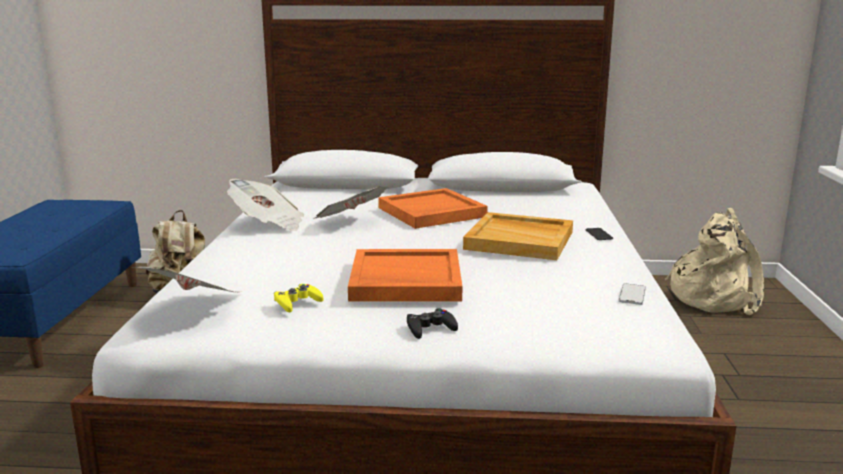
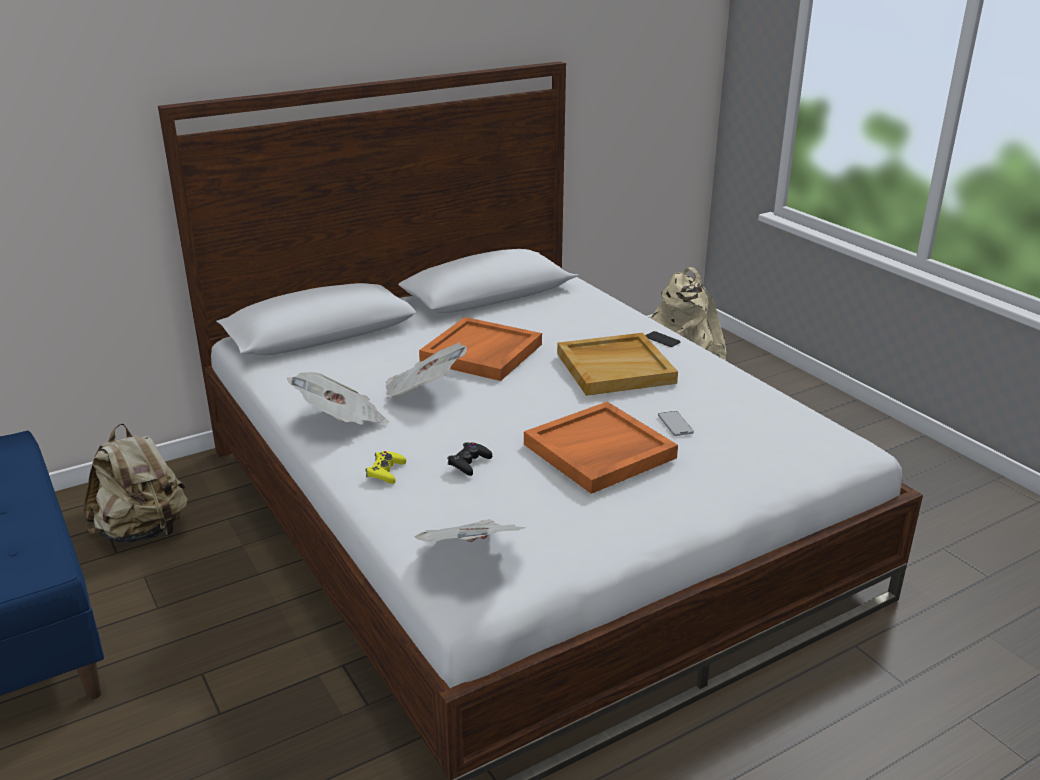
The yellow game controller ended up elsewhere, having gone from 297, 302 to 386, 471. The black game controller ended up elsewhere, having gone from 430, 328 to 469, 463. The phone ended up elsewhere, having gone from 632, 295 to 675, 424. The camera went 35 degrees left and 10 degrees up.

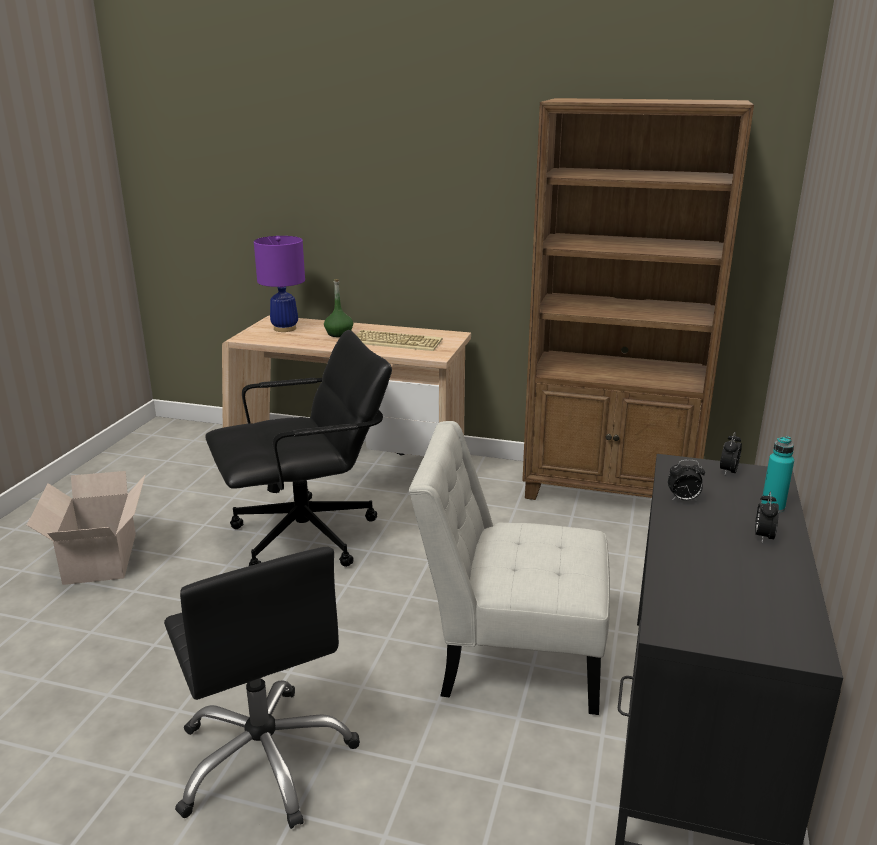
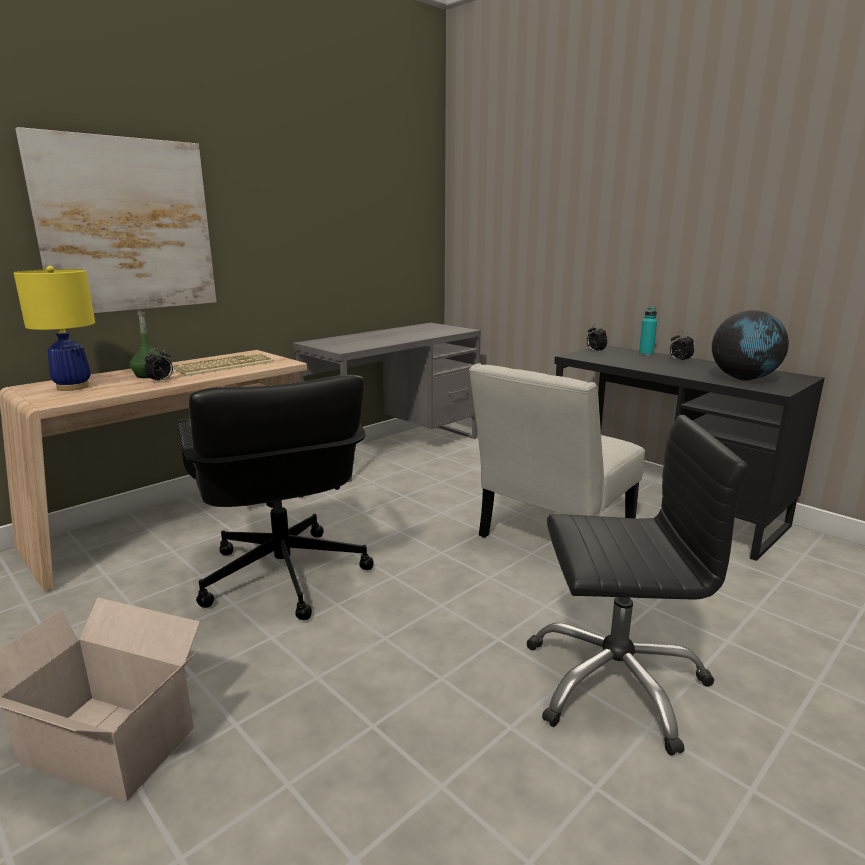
The black office chair at 307, 536 ended up facing another way, 150 degrees clockwise from before. What was the purple table lamp at 284, 328 turned into the yellow table lamp at 72, 387. Where the brown bookcase stood at 611, 492, the grey desk came to stand at 395, 449. The alarm clock ended up elsewhere, having gone from 683, 500 to 161, 381. The second view gained the picture at 127, 226. The second view gained the globe at 744, 378. The camera went 60 degrees left and 5 degrees down.

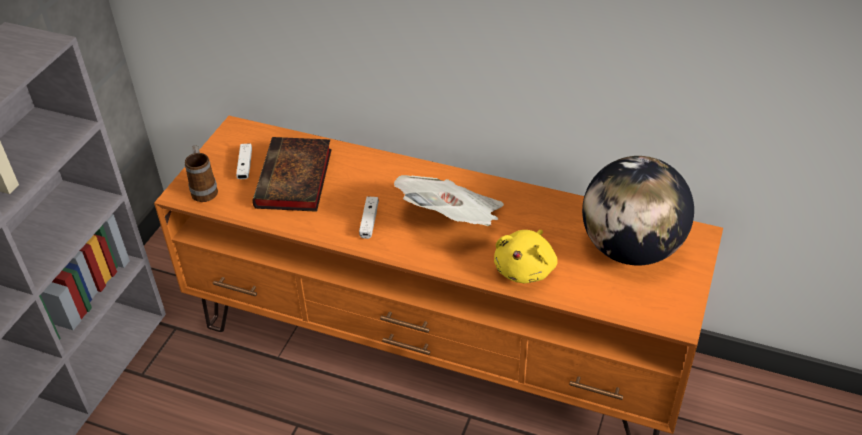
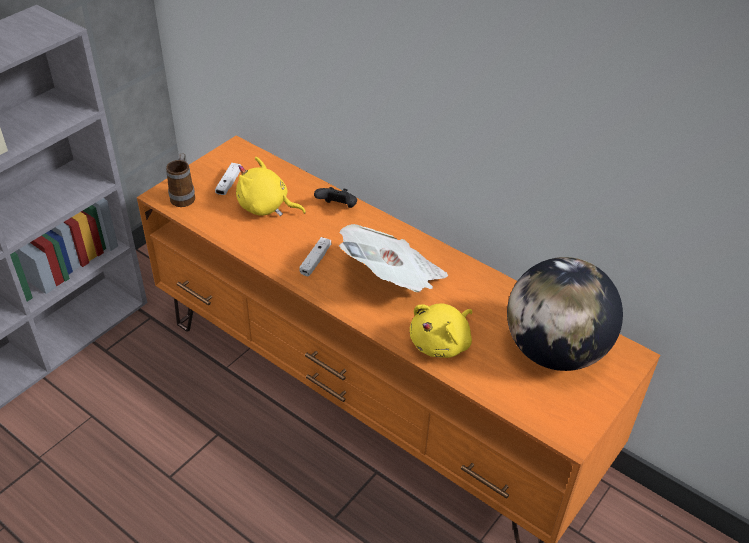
Where the book stood at 294, 181, the yellow plush toy came to stand at 266, 207. The second view gained the black game controller at 337, 208. The camera went 15 degrees right and 0 degrees up.

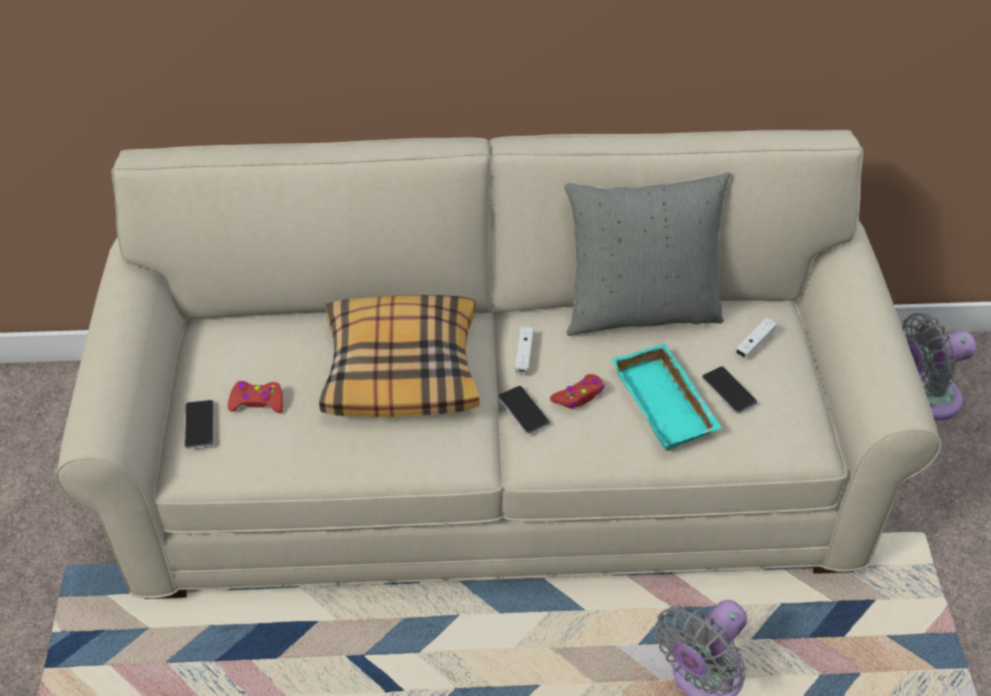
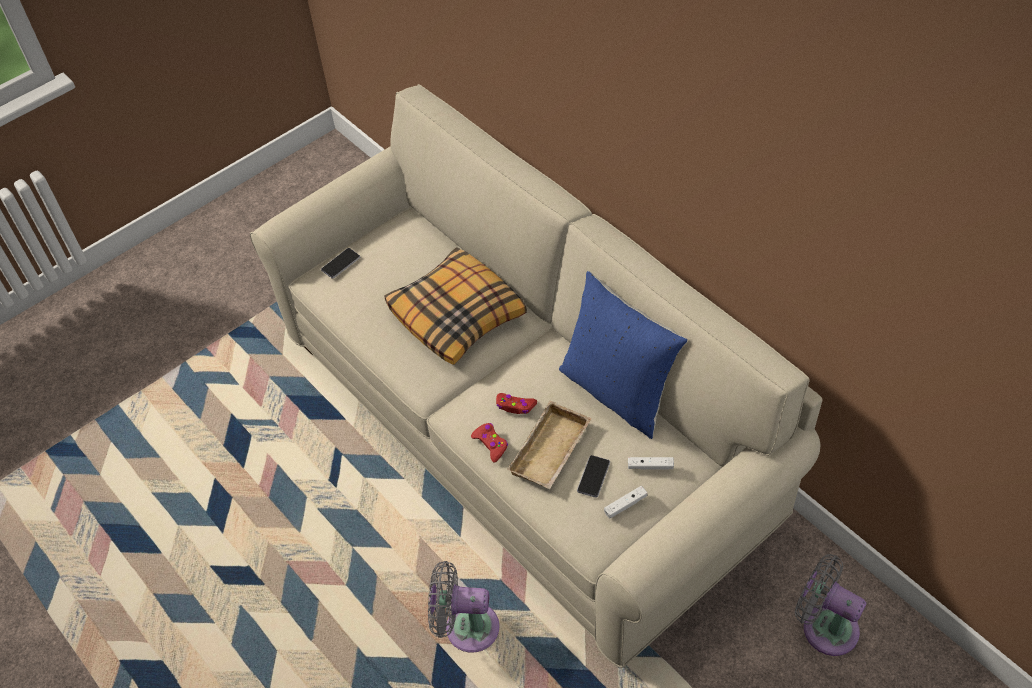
The red game controller ended up elsewhere, having gone from 257, 402 to 491, 444. The second view lost the phone at 523, 410. The white game controller ended up elsewhere, having gone from 524, 355 to 625, 505. What was the grey pillow at 640, 310 turned into the blue pillow at 618, 391. What was the turquoise tray at 667, 403 turned into the beige tray at 551, 452. The camera went 55 degrees right and 5 degrees up.

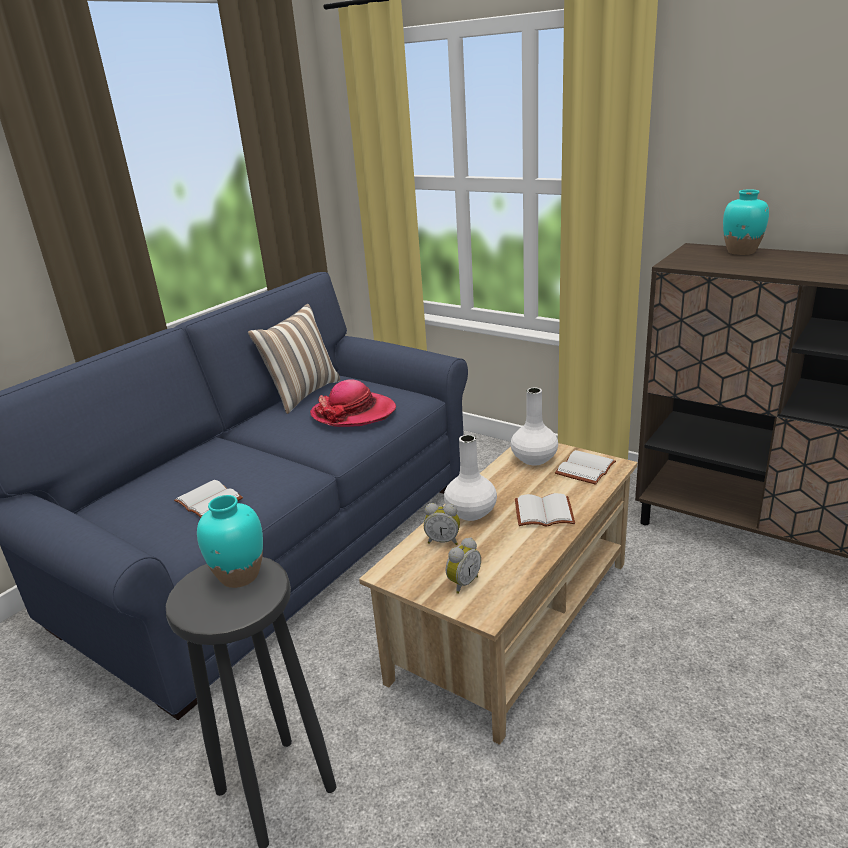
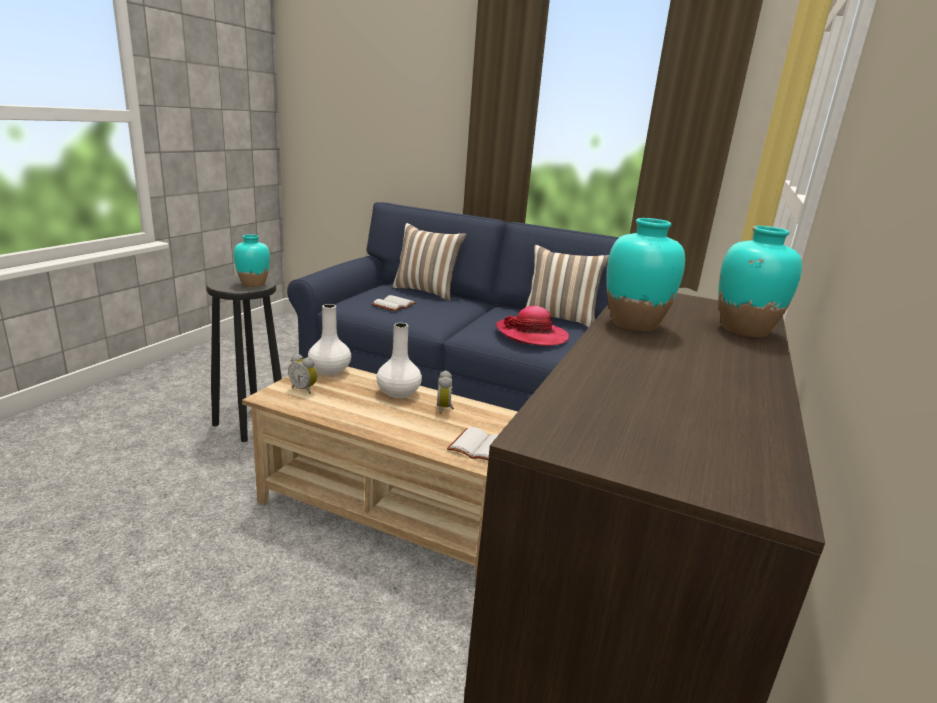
The alarm clock ended up elsewhere, having gone from 443, 540 to 445, 408. The white vase ended up elsewhere, having gone from 535, 459 to 329, 371. The second view lost the white book at 543, 514. The second view gained the pillow at 426, 291. The second view gained the turquoise vase at 634, 324. The camera went 75 degrees right and 5 degrees down.

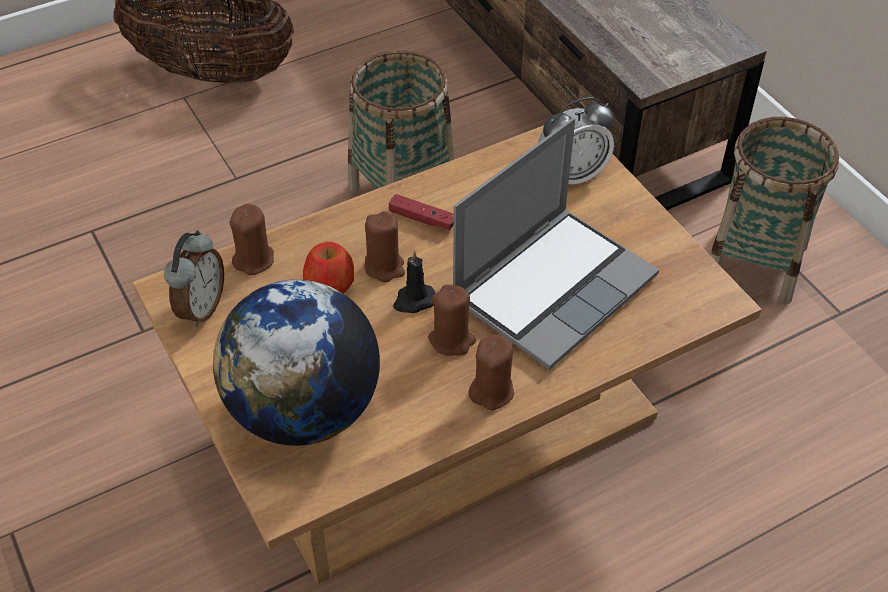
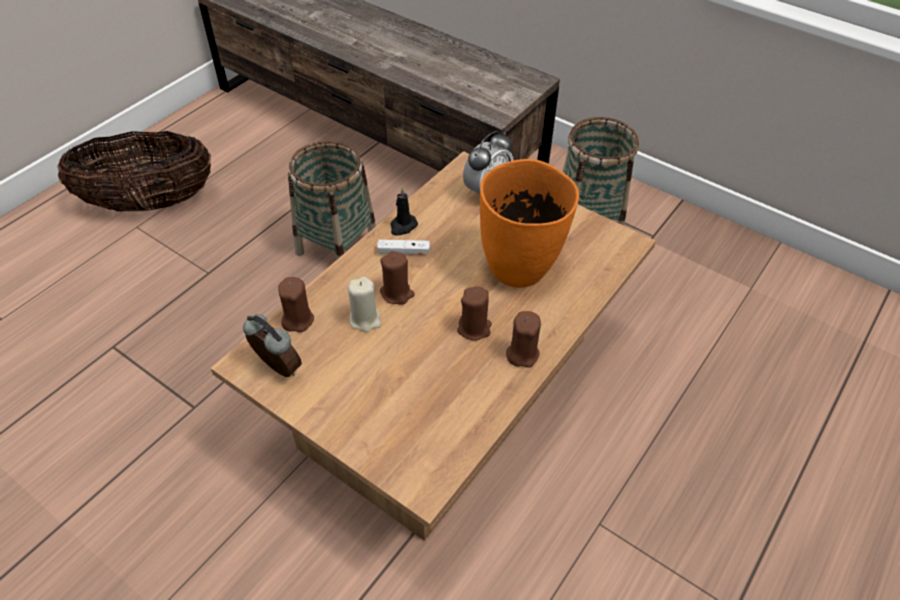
The alarm clock at 200, 308 ended up facing another way, 45 degrees counterclockwise from before. The second view lost the globe at 304, 411. Where the apple stood at 330, 285, the beige candle came to stand at 365, 319. What was the red game controller at 422, 219 turned into the white game controller at 403, 251. The black candle ended up elsewhere, having gone from 413, 300 to 403, 226. Where the laptop stood at 554, 286, the orange vase came to stand at 520, 269. The camera went 25 degrees left and 0 degrees up.

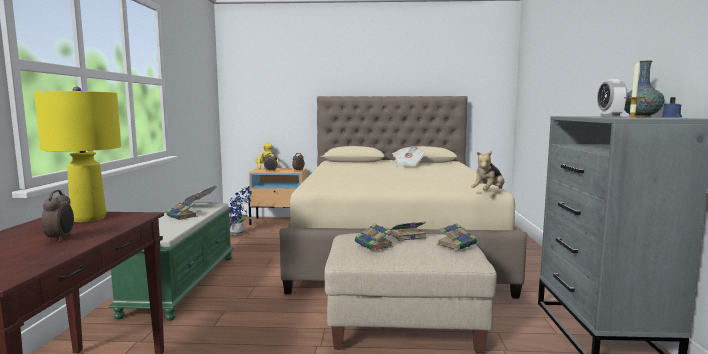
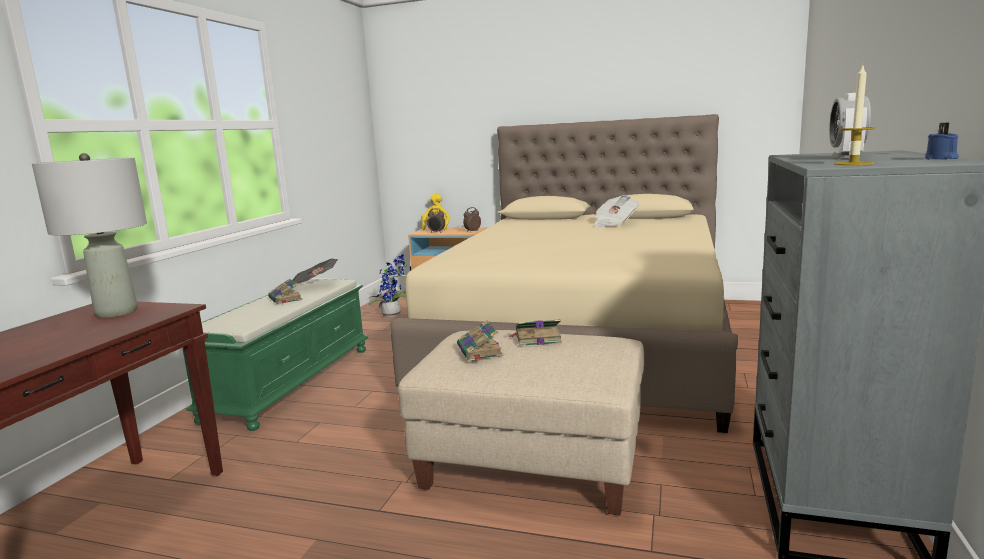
What was the yellow table lamp at 88, 218 turned into the grey table lamp at 115, 312. The second view lost the alarm clock at 61, 238. The second view lost the book at 457, 244. The second view lost the plush toy at 488, 192. The second view lost the vase at 641, 116. The camera went 15 degrees right and 5 degrees up.

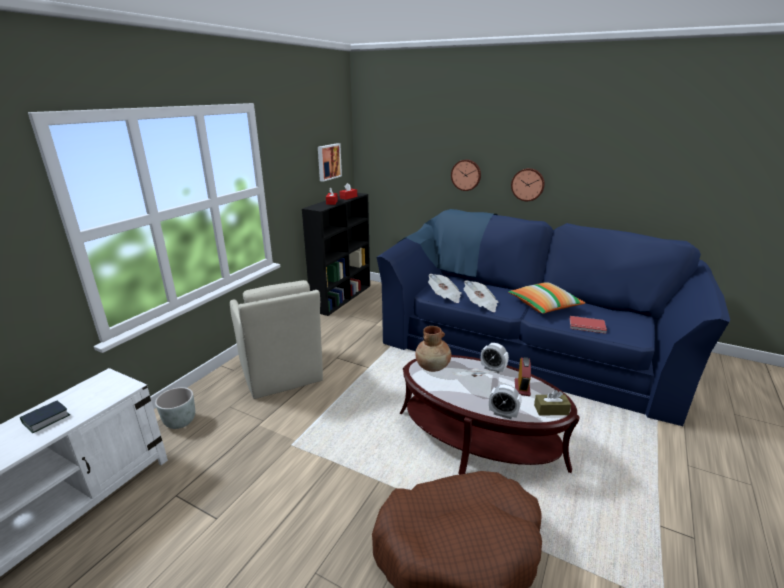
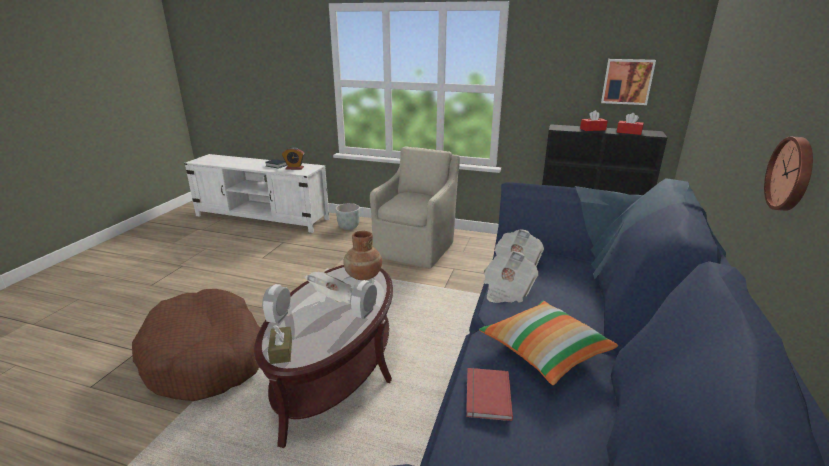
The beige armchair at 281, 374 ended up facing another way, 150 degrees clockwise from before. The second view lost the wall clock at 466, 175. The alarm clock ended up elsewhere, having gone from 522, 388 to 294, 168. The camera went 80 degrees right and 0 degrees up.

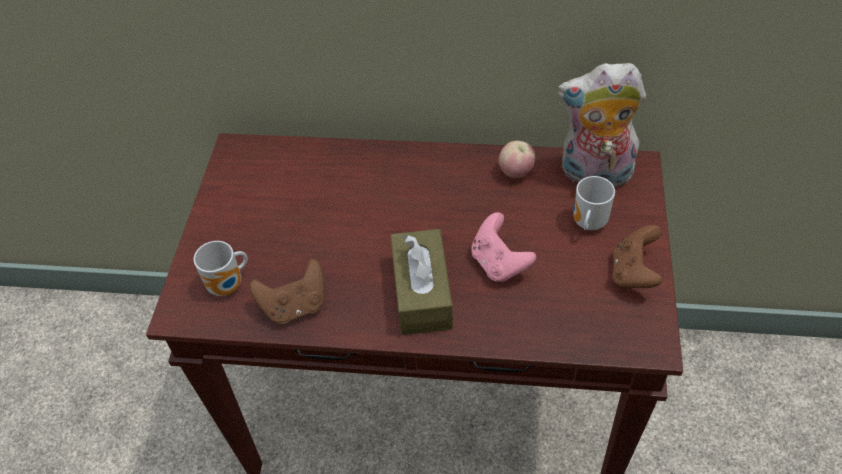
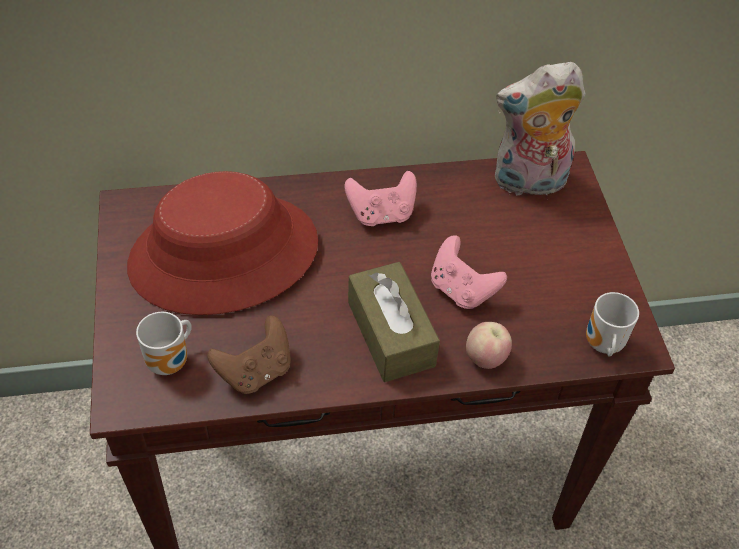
The apple ended up elsewhere, having gone from 516, 172 to 485, 358. The mug ended up elsewhere, having gone from 587, 223 to 601, 345. The second view lost the brown game controller at 633, 273. The second view gained the red hat at 224, 255. The second view gained the pink game controller at 381, 214. The camera went 20 degrees left and 0 degrees up.

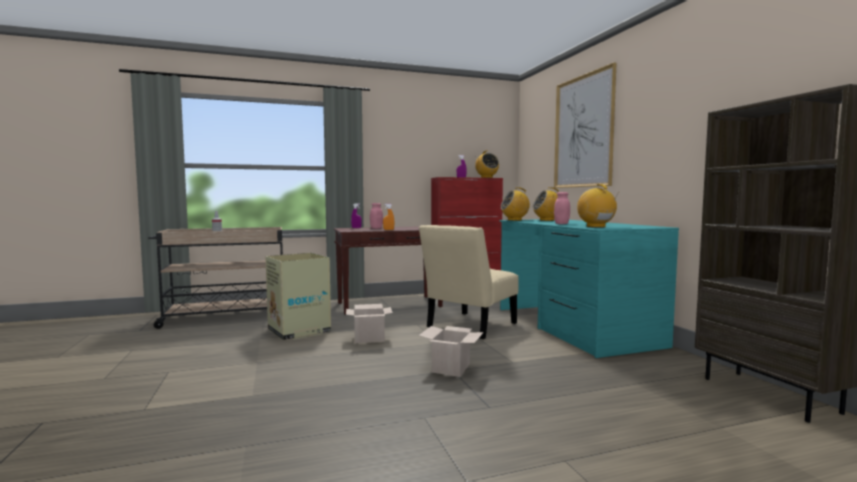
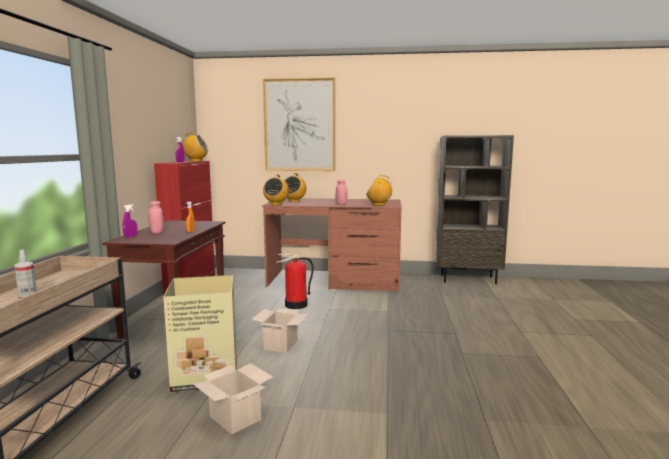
Where the beige chair stood at 469, 326, the fire extinguisher came to stand at 296, 305. The cardboard box ended up elsewhere, having gone from 451, 368 to 236, 418. What was the turquoise desk at 573, 326 turned into the brown desk at 335, 280. The camera went 65 degrees left and 5 degrees up.

